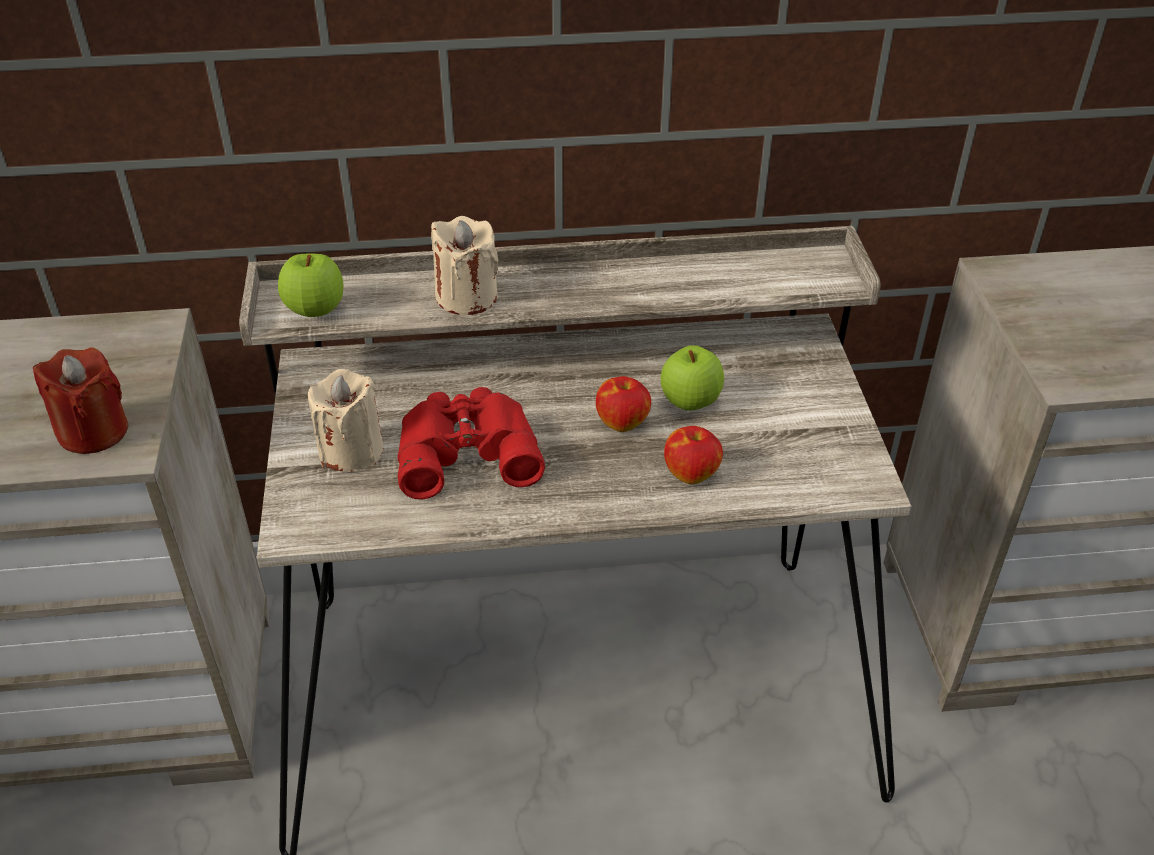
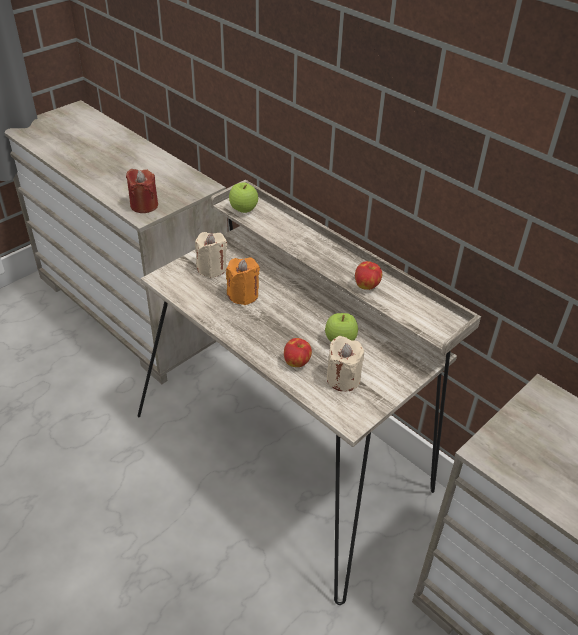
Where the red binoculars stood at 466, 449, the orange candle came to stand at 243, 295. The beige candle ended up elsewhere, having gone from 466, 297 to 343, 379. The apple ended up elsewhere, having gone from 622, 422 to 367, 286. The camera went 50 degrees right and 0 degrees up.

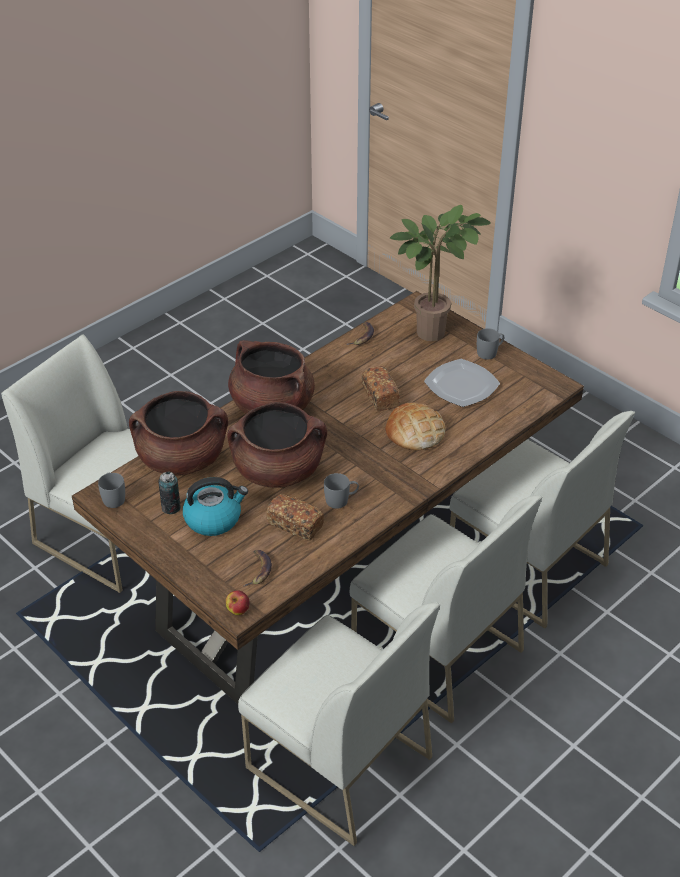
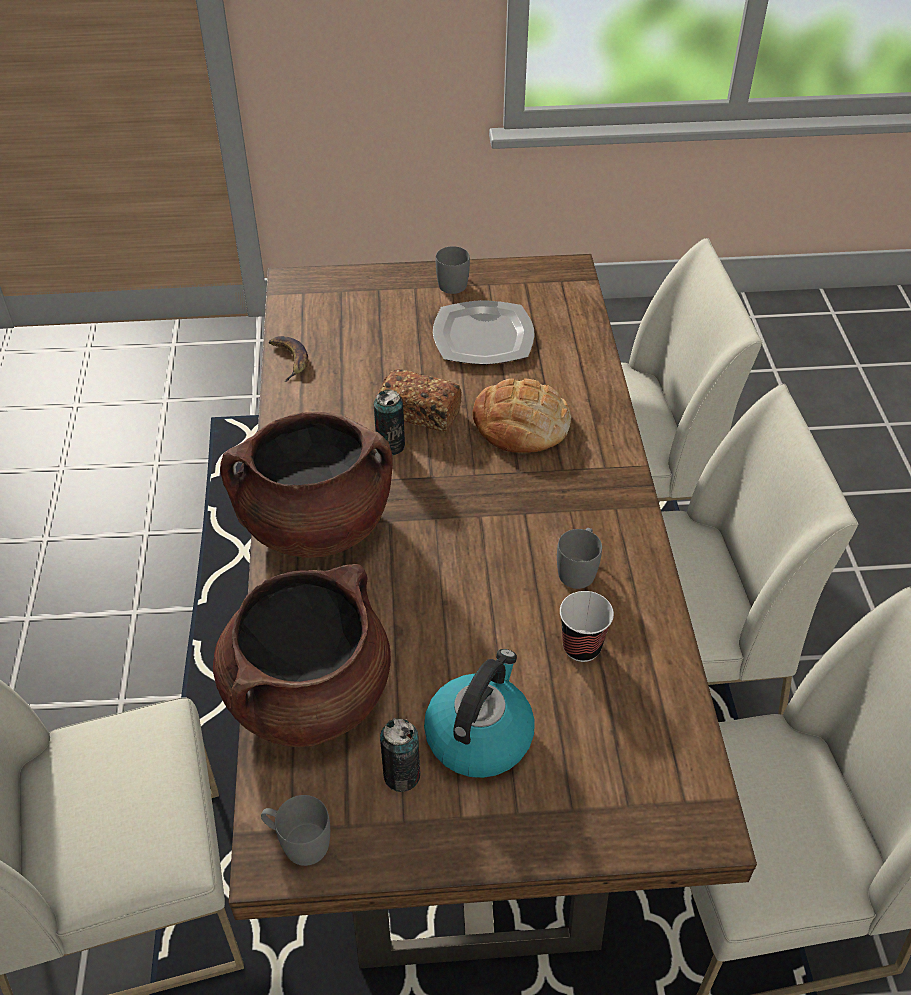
The second view lost the apple at 238, 610. The second view lost the brown cooking pot at 278, 471. The second view lost the banana at 258, 570. Where the bread stood at 295, 525, the cup came to stand at 581, 647. The second view lost the potted plant at 434, 330. The second view gained the can at 390, 445. The camera went 50 degrees left and 5 degrees up.

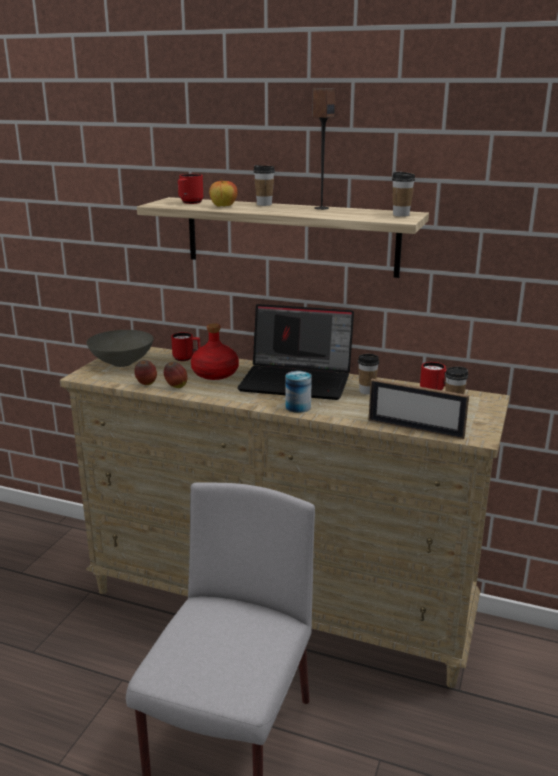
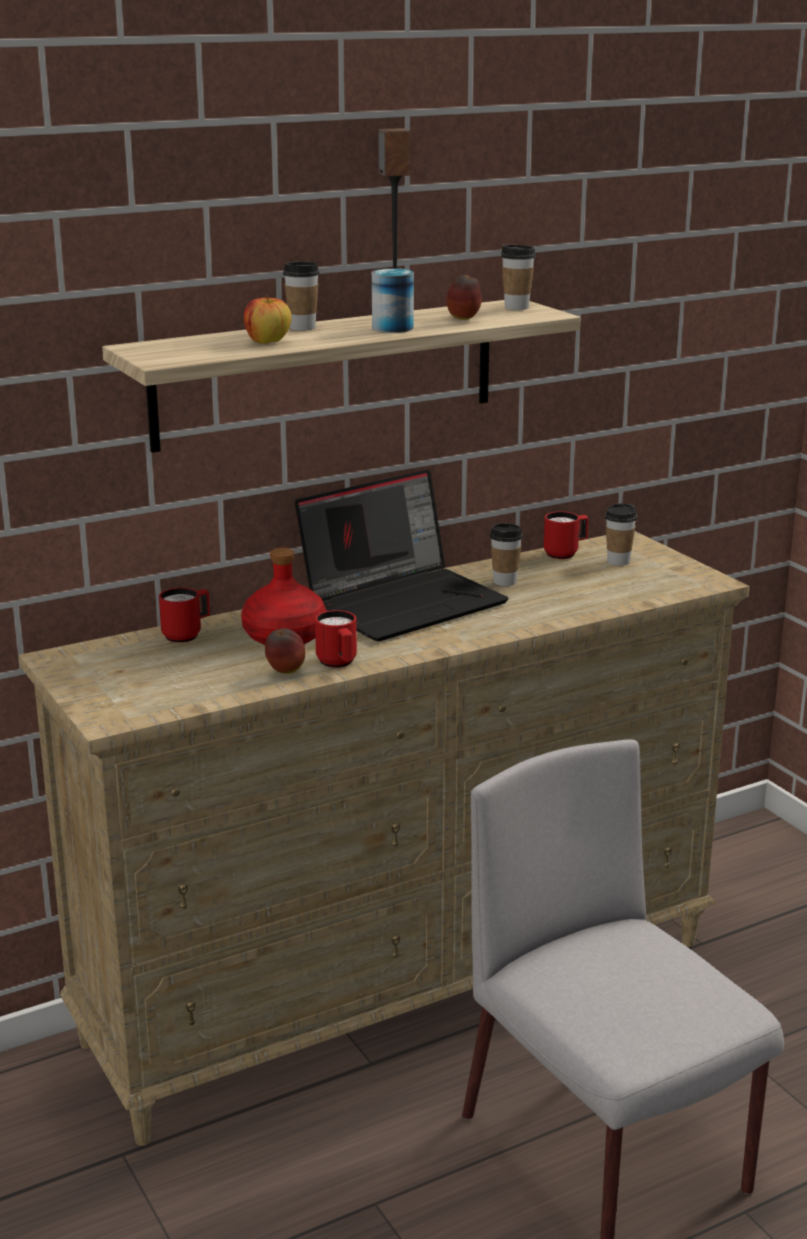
The second view lost the grey bowl at 121, 363. The apple ended up elsewhere, having gone from 146, 385 to 463, 320. The red mug ended up elsewhere, having gone from 189, 203 to 339, 664. The can ended up elsewhere, having gone from 298, 407 to 392, 328. The second view lost the picture frame at 415, 429. The camera went 50 degrees left and 0 degrees up.

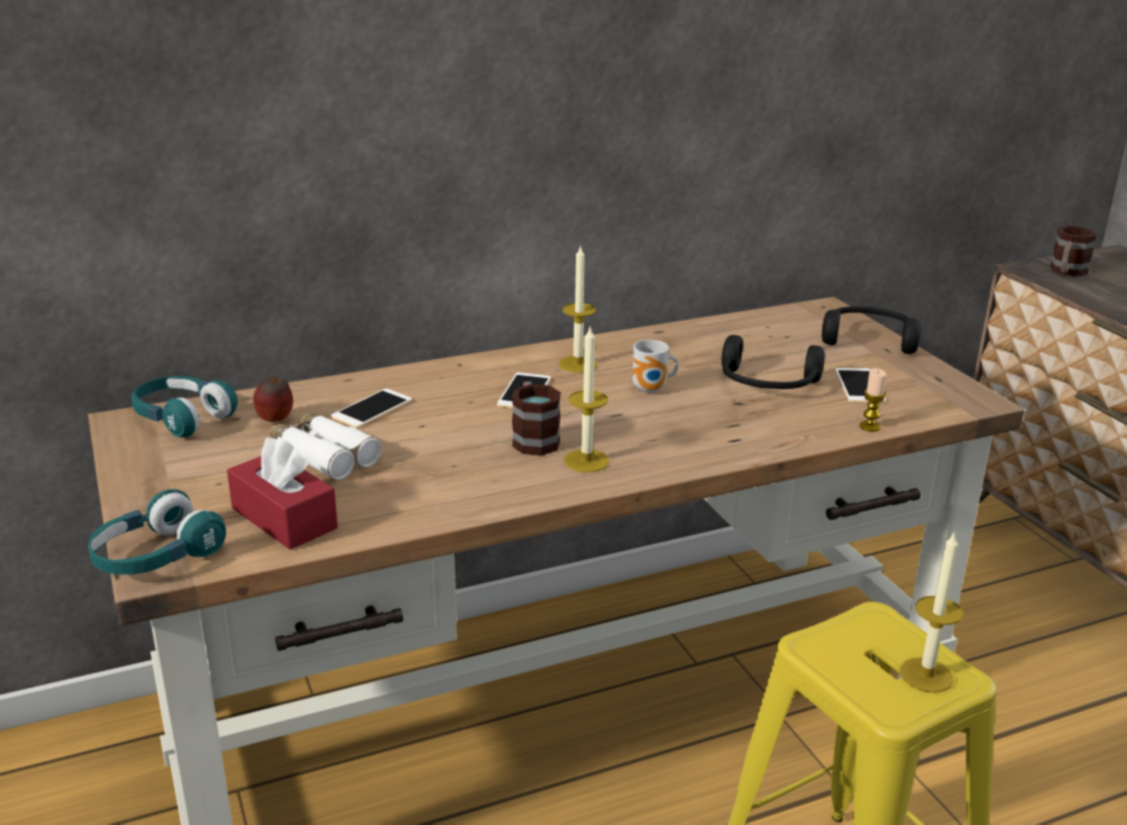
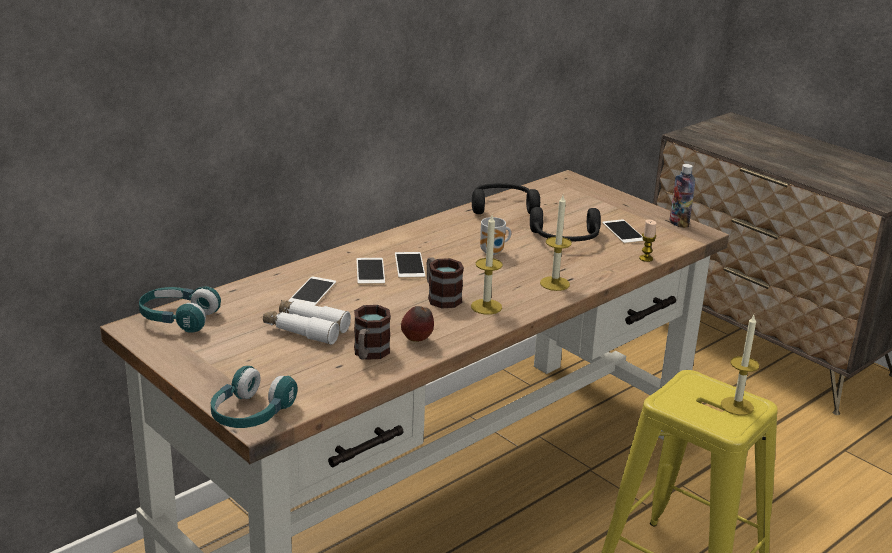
The second view lost the red tissue box at 284, 518. The apple ended up elsewhere, having gone from 276, 421 to 417, 340. The candle ended up elsewhere, having gone from 577, 364 to 554, 283. The black headphones ended up elsewhere, having gone from 868, 339 to 503, 207. The mug ended up elsewhere, having gone from 1066, 272 to 369, 354. The second view gained the phone at 370, 271. The second view gained the bottle at 679, 223. The camera went 20 degrees left and 0 degrees up.

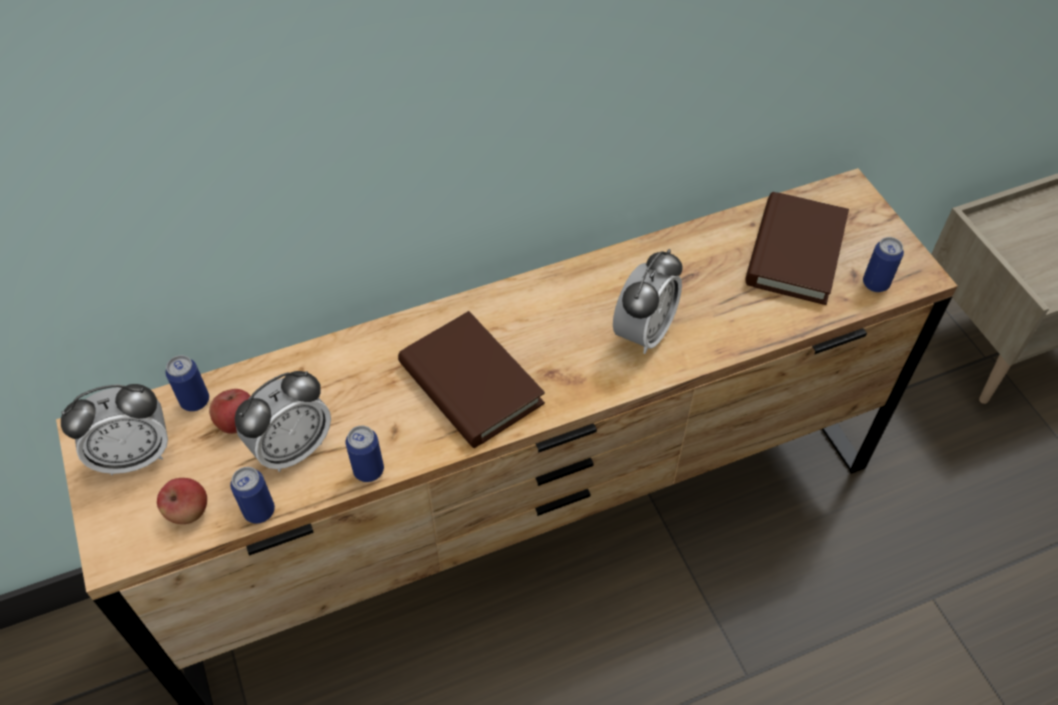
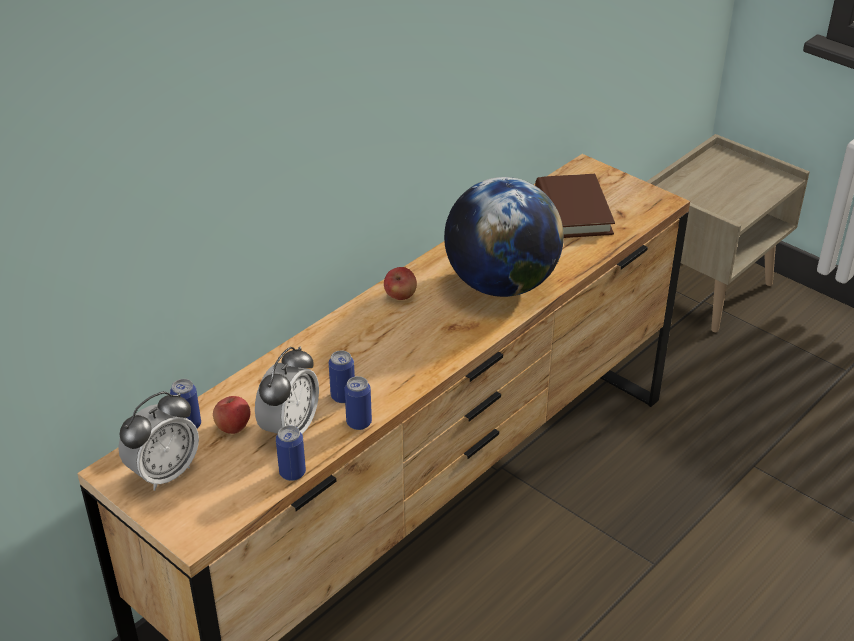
The apple ended up elsewhere, having gone from 188, 511 to 400, 296. The second view lost the brown book at 470, 384. Where the alarm clock stood at 643, 332, the globe came to stand at 501, 285. The can ended up elsewhere, having gone from 875, 283 to 343, 396. The camera went 25 degrees left and 15 degrees down.

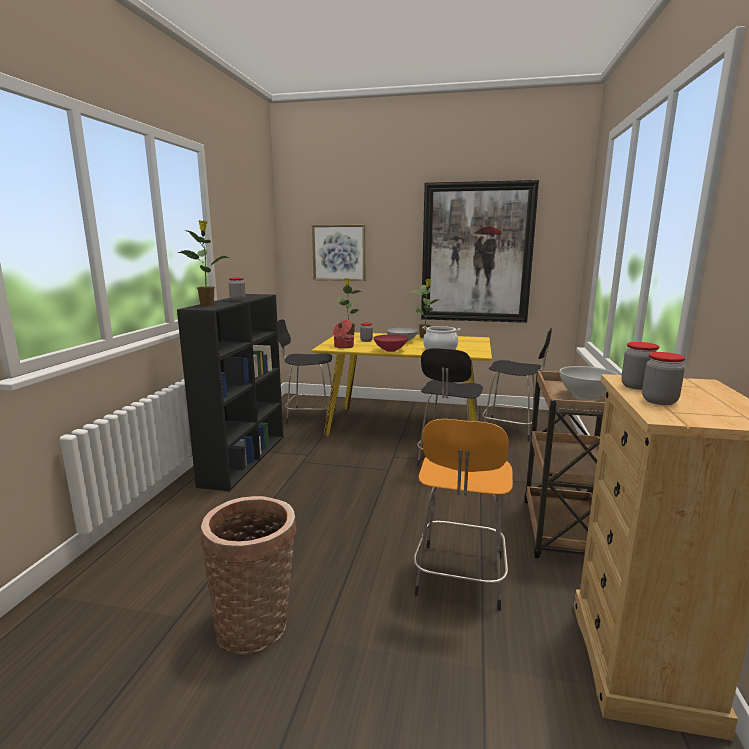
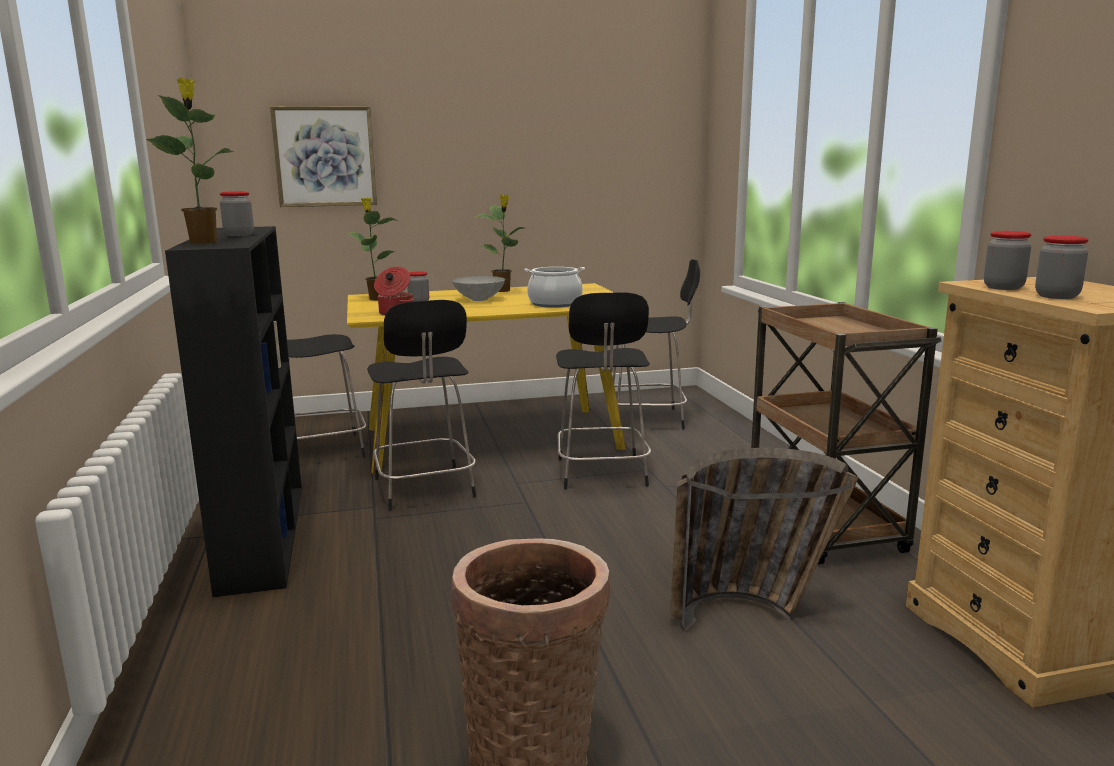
The second view lost the red bowl at 390, 350. Where the orange stool stood at 459, 578, the basket came to stand at 753, 612. The second view lost the picture at 476, 253. The second view lost the white bowl at 585, 396. The second view gained the black stool at 425, 489. The camera went 25 degrees left and 0 degrees up.

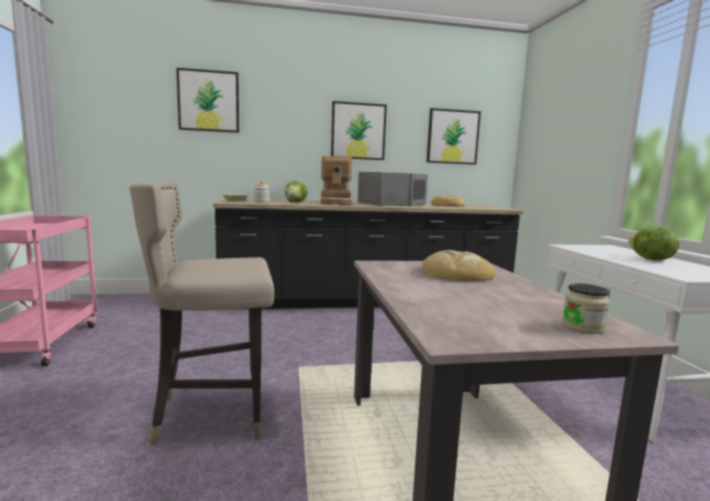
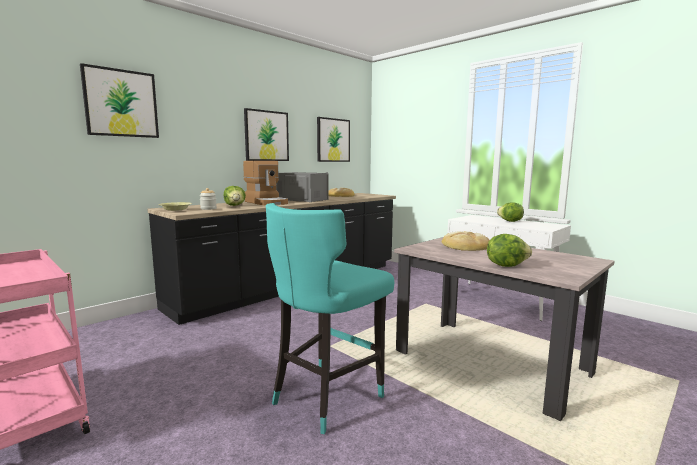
What was the beige stool at 213, 413 turned into the turquoise stool at 327, 397. The second view lost the jar at 583, 327. The second view gained the lettuce at 506, 265. The camera went 35 degrees left and 0 degrees up.

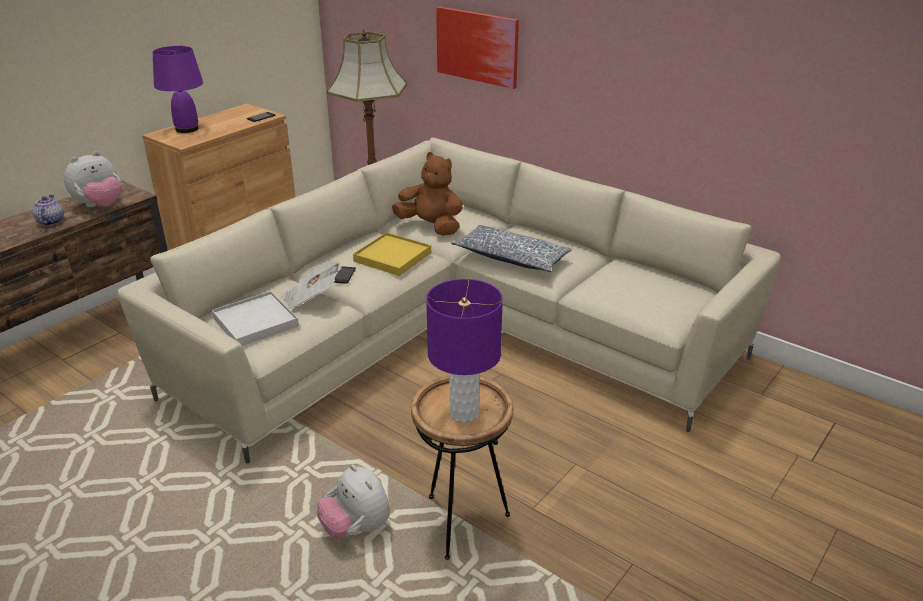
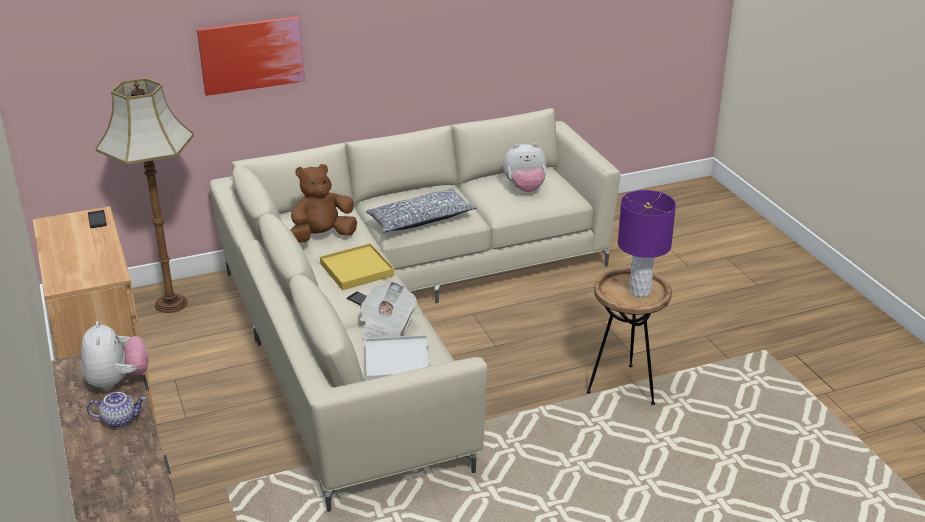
The teapot at 50, 221 ended up facing another way, 150 degrees clockwise from before. The second view lost the purple table lamp at 186, 129. The plush toy ended up elsewhere, having gone from 356, 528 to 525, 188. The camera went 60 degrees left and 0 degrees up.

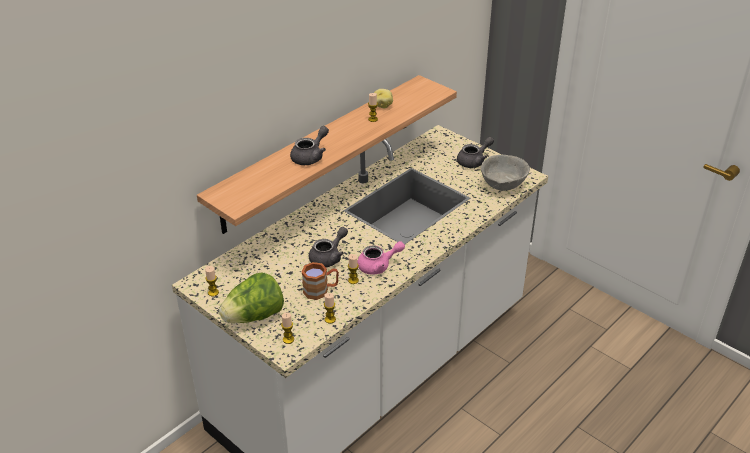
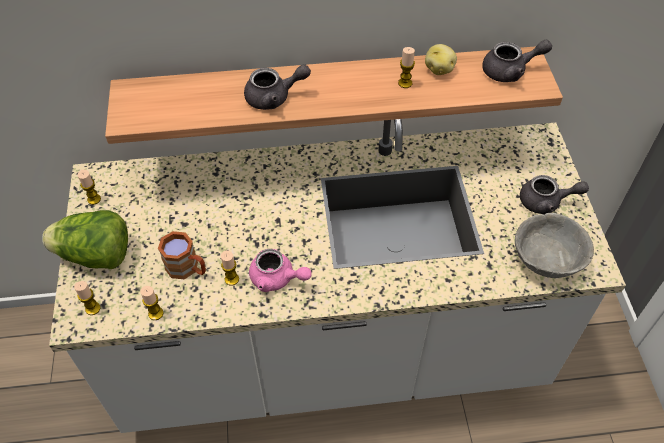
The grey teapot ended up elsewhere, having gone from 329, 257 to 510, 71. The camera went 40 degrees right and 15 degrees up.

